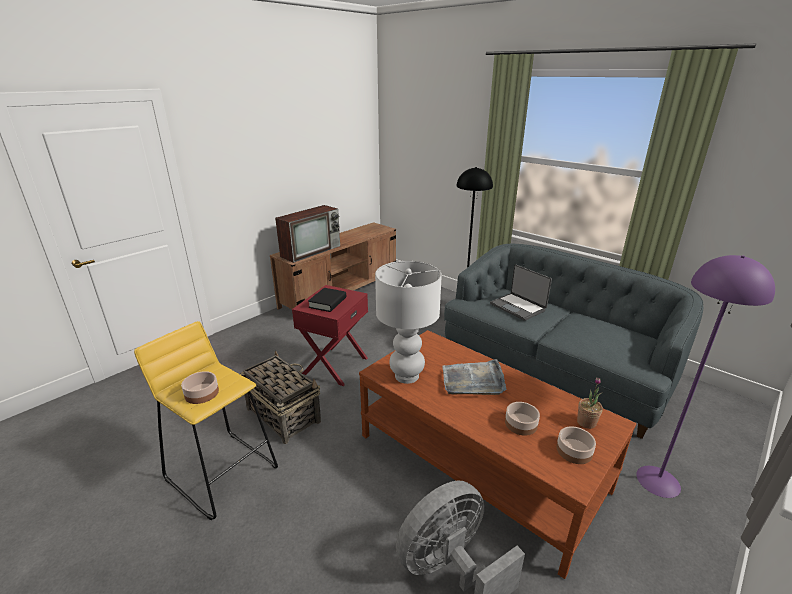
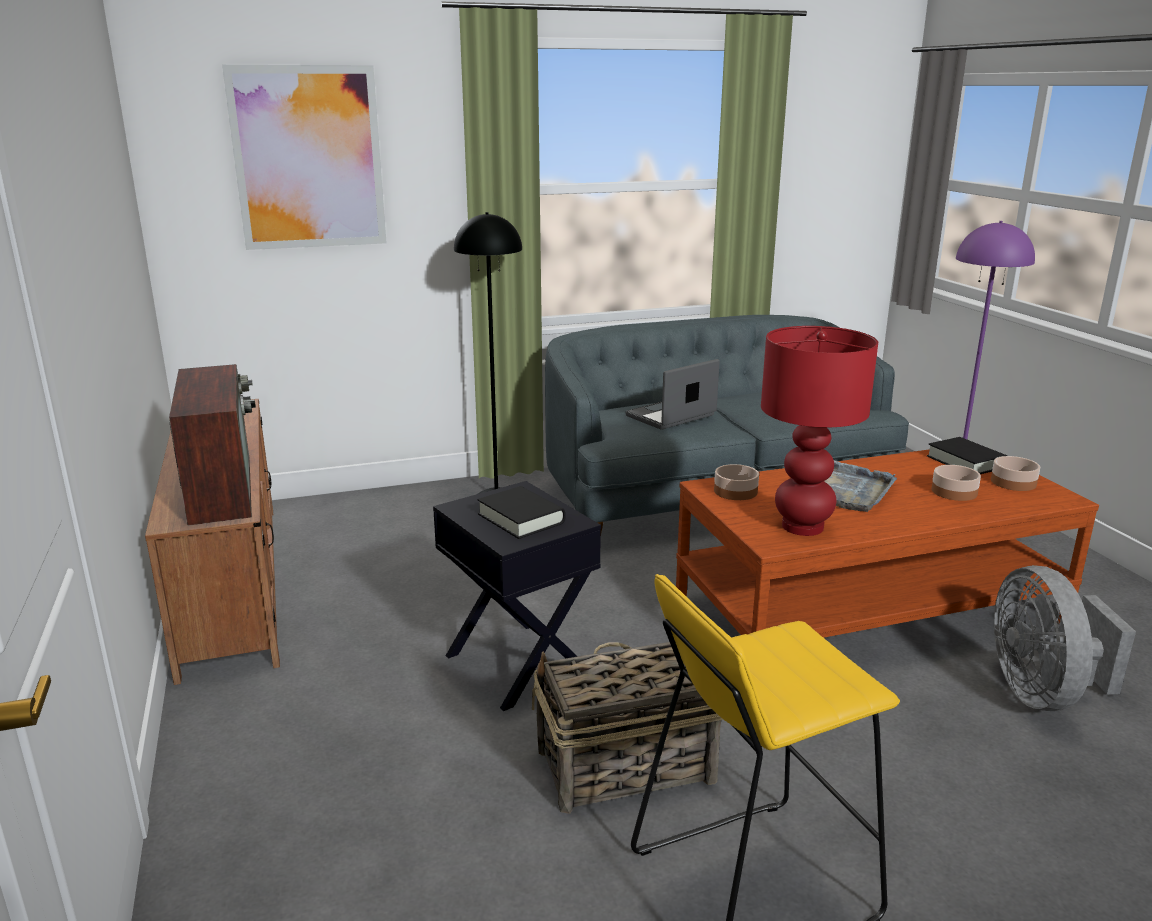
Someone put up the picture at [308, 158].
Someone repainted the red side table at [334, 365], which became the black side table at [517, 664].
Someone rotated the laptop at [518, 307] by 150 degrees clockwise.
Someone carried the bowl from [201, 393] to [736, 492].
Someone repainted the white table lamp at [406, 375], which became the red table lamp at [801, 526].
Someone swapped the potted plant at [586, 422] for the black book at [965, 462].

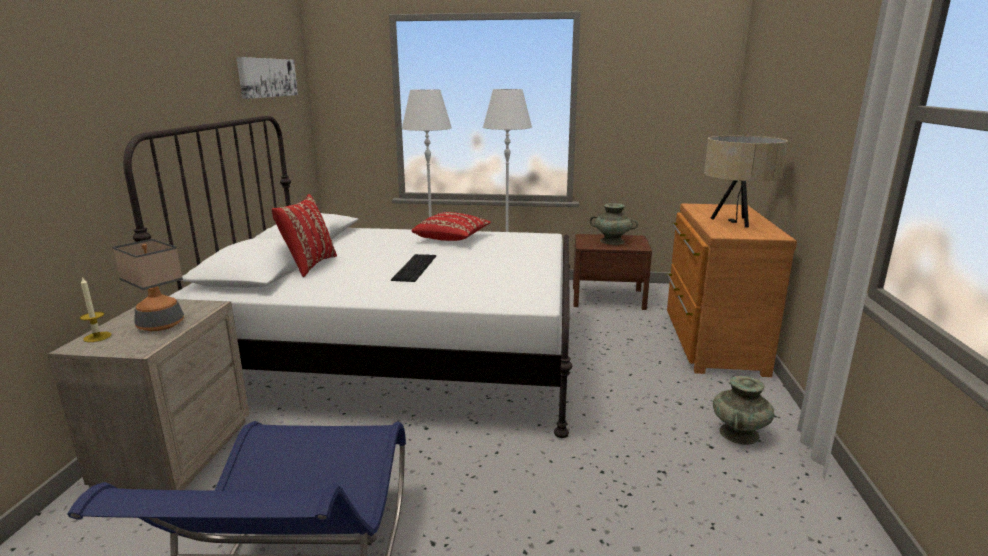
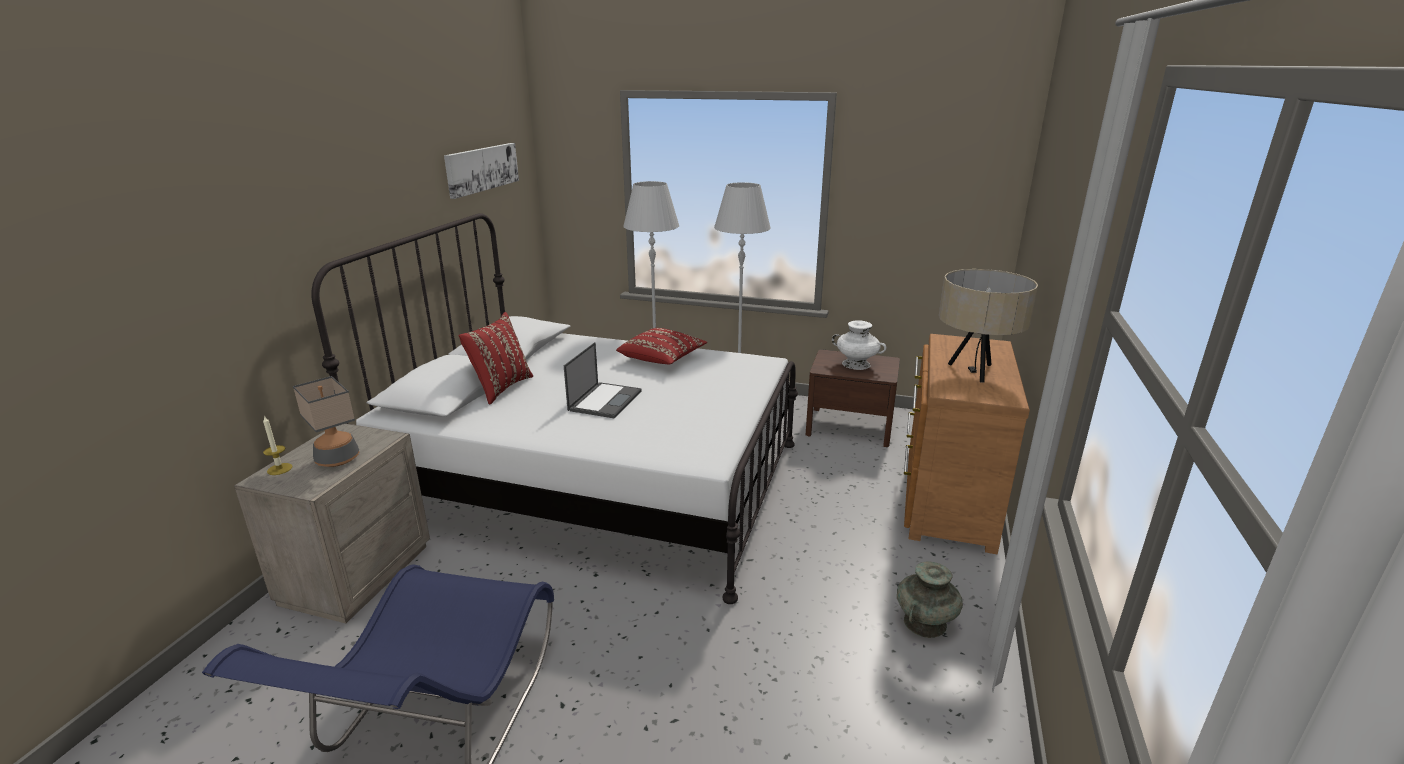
Someone swapped the keyboard at [414, 267] for the laptop at [605, 400].
Someone repainted the turquoise vase at [612, 241], which became the white vase at [856, 364].

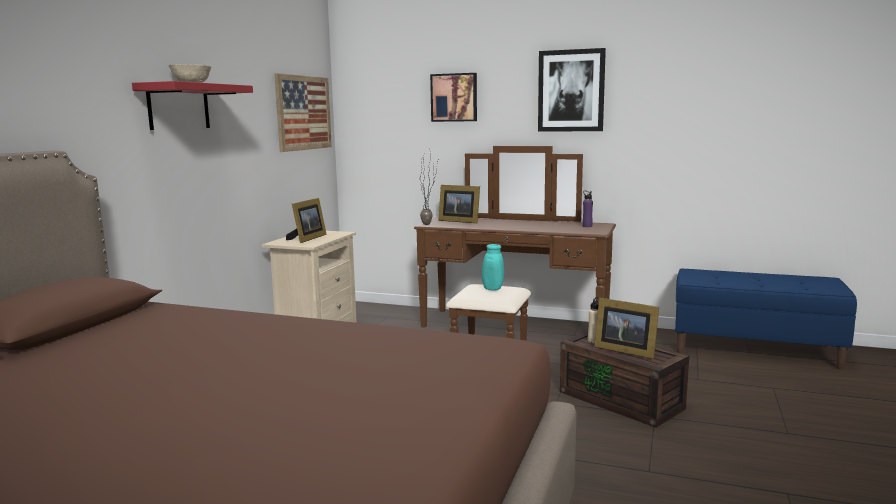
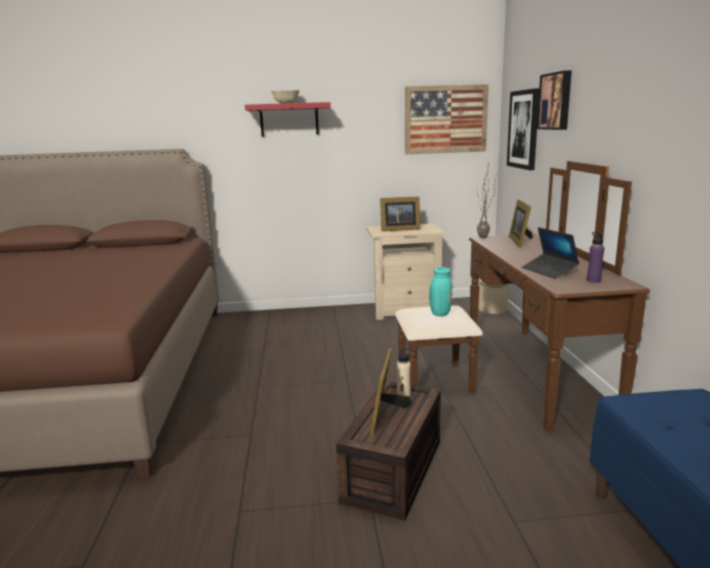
Someone put down the beige planter at [492, 309].
Someone carried the picture from [571, 91] to [524, 129].
Someone put down the laptop at [549, 271].

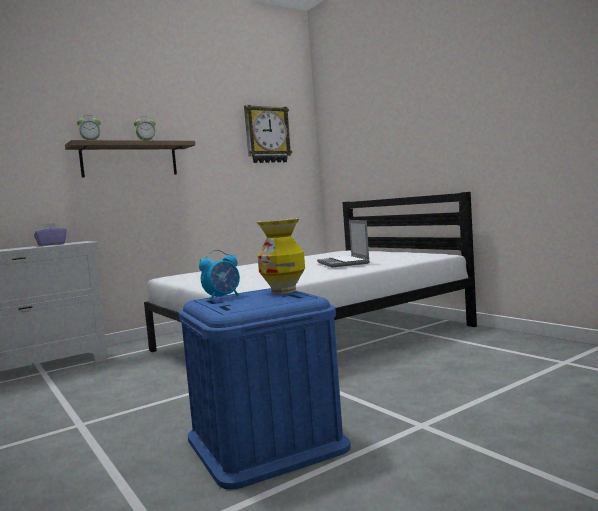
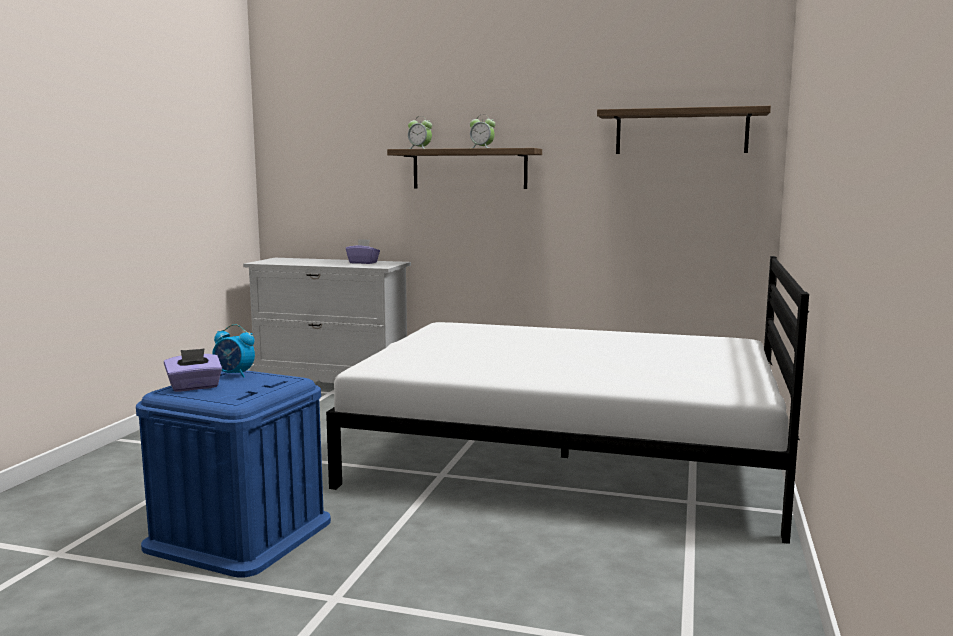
Someone put down the purple tissue box at [194, 387].
Someone swapped the wall clock at [267, 135] for the shelf at [681, 132].
Someone took away the vase at [284, 291].
Someone took away the laptop at [344, 263].

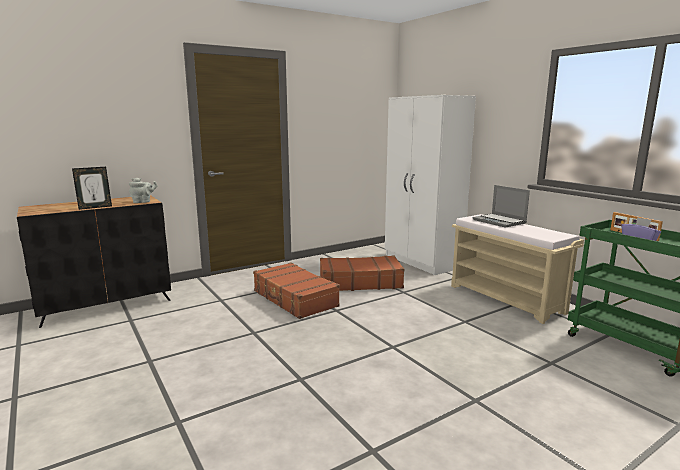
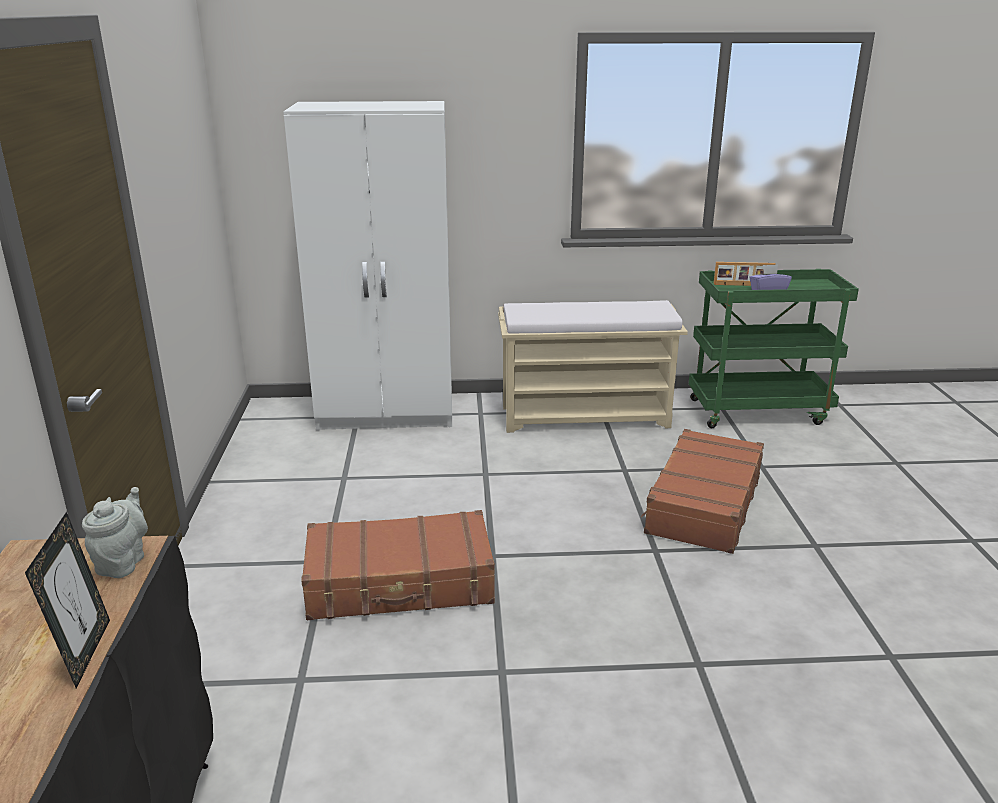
Someone carried the brown suitcase from [360, 282] to [702, 504].
Someone took away the laptop at [500, 221].

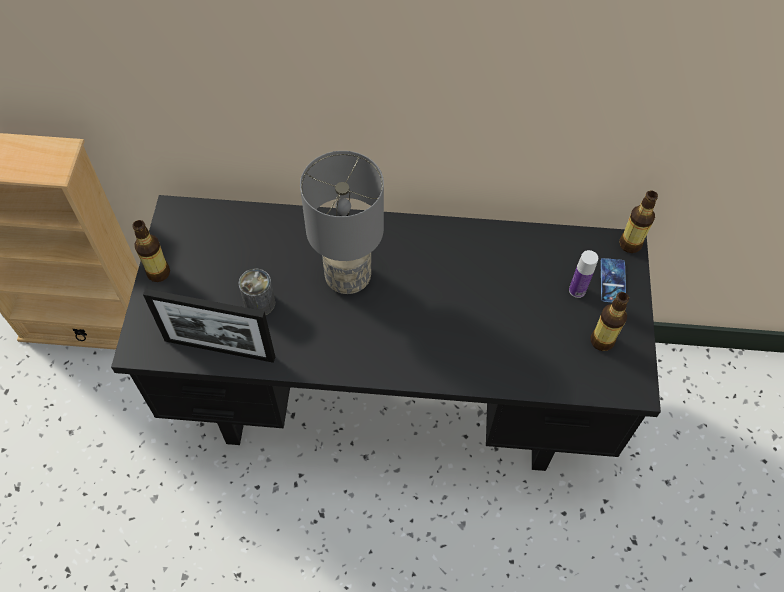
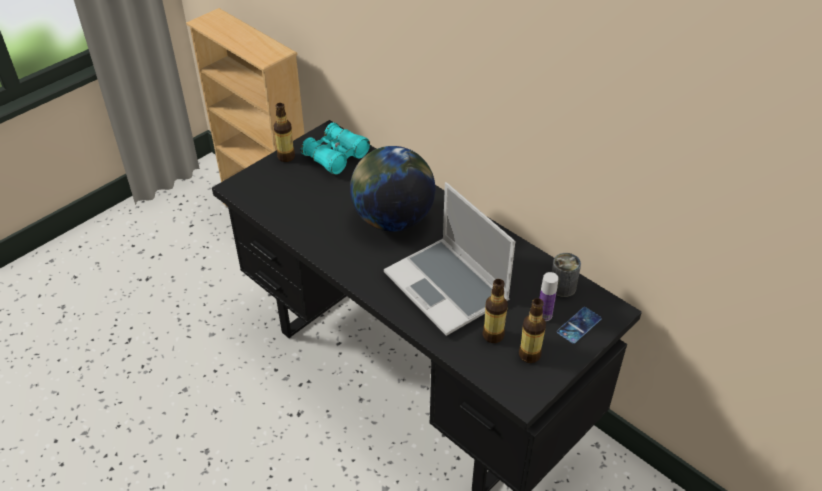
Someone put down the turquoise binoculars at [336, 156].
Someone swapped the grey table lamp at [347, 278] for the globe at [392, 219].
Someone put down the laptop at [448, 288].
Someone carried the bottle from [630, 244] to [493, 335].
Someone carried the can from [259, 303] to [562, 287].
Someone took away the picture frame at [219, 349].

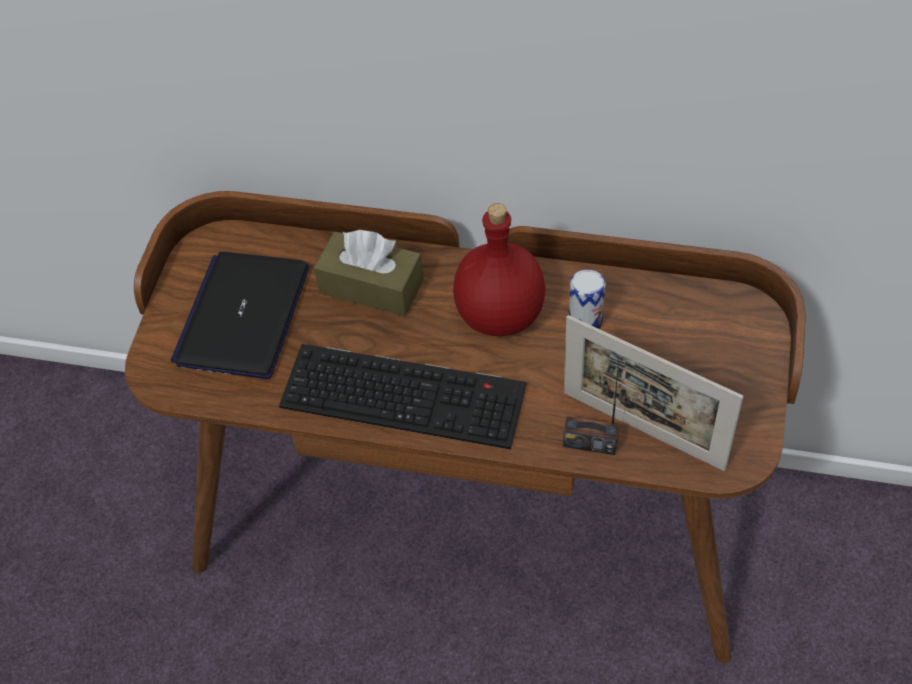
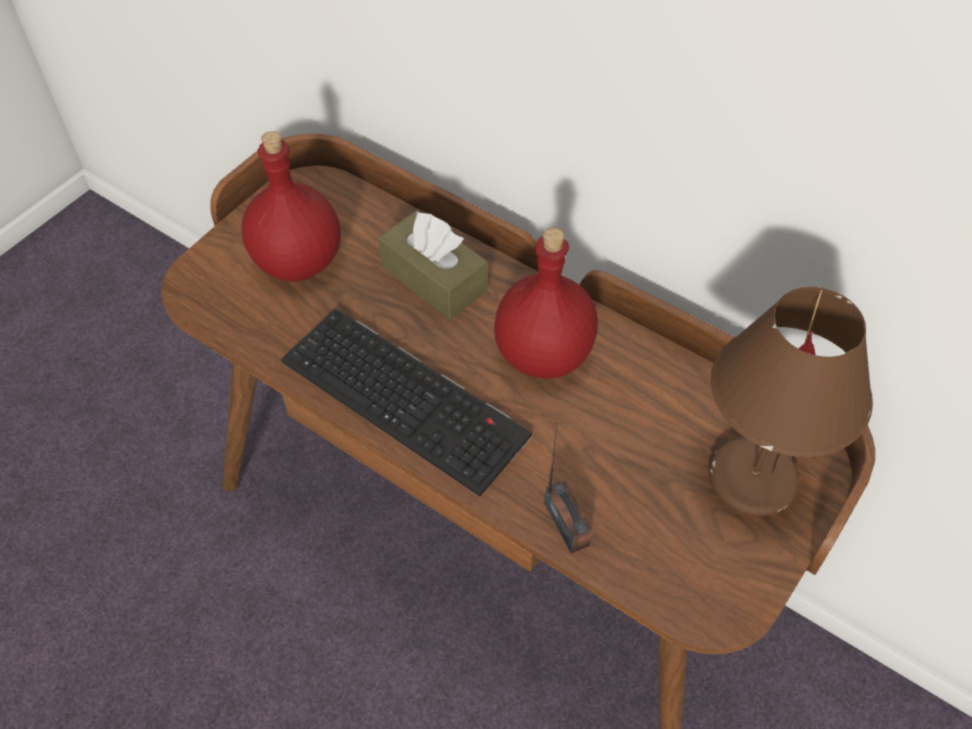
Someone swapped the laptop at [243, 316] for the red bottle at [300, 261].
Someone rotated the radio at [590, 443] by 150 degrees counterclockwise.
Someone put down the brown table lamp at [750, 477].
Someone took away the picture frame at [642, 430].
Someone took away the can at [585, 321].

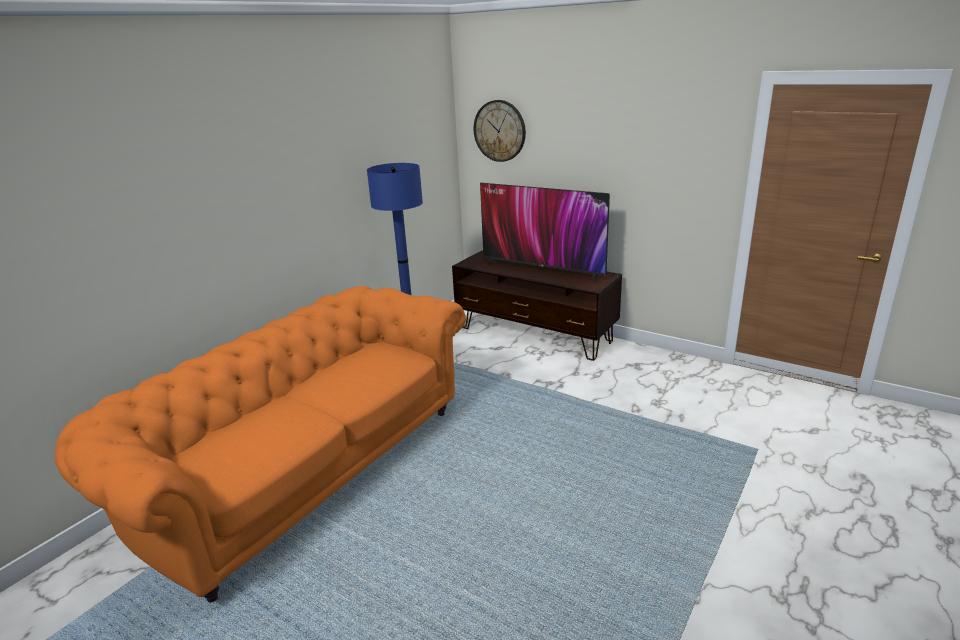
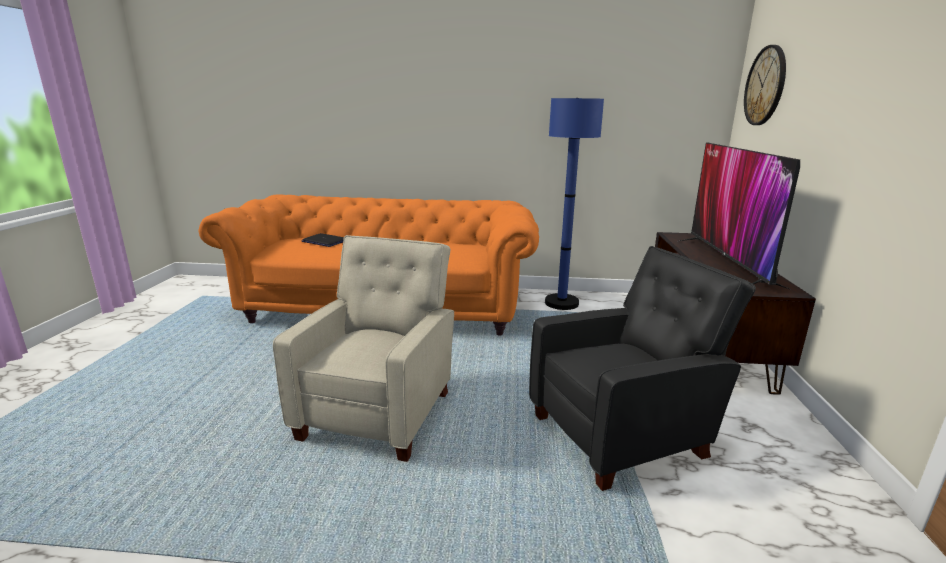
Someone put down the beige armchair at [380, 412].
Someone put down the laptop at [324, 241].
Someone put down the black armchair at [623, 434].

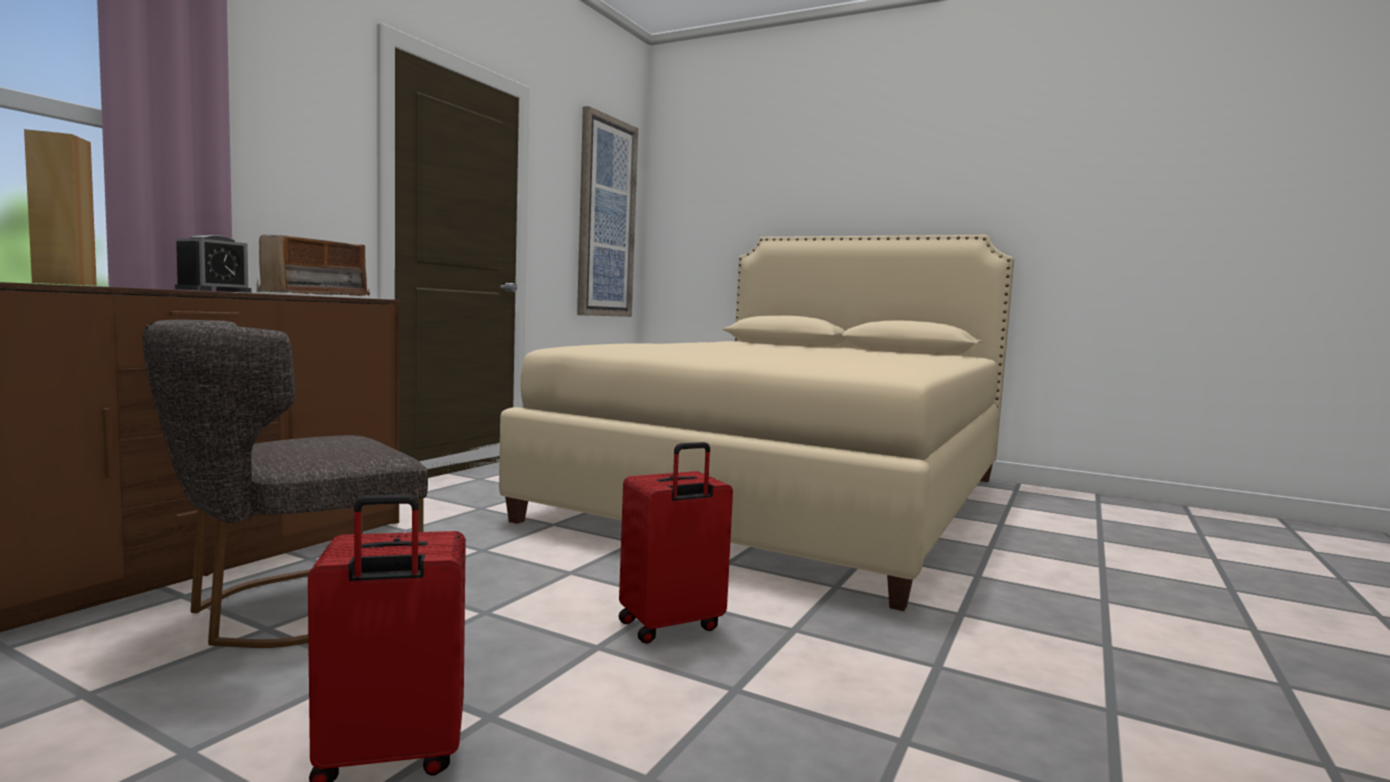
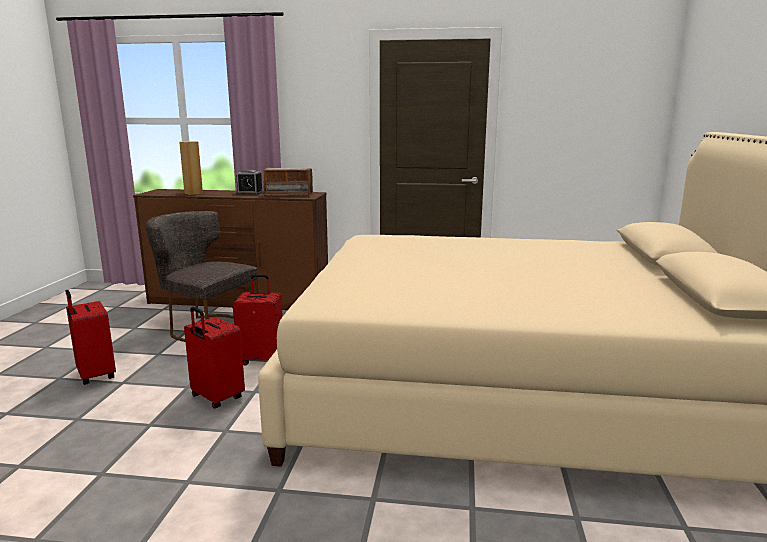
Someone put down the red suitcase at [262, 359].
Someone took away the picture at [606, 218].

